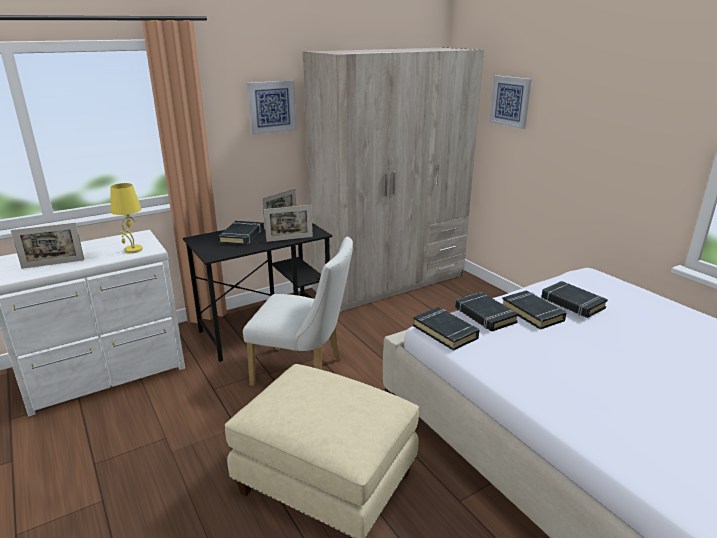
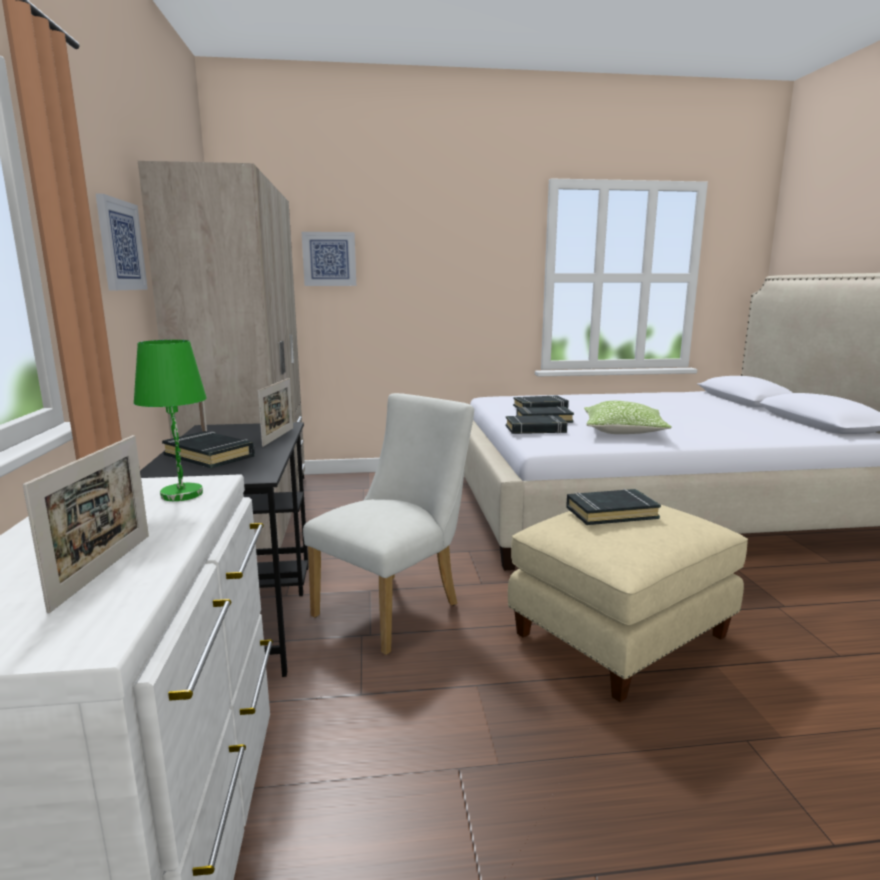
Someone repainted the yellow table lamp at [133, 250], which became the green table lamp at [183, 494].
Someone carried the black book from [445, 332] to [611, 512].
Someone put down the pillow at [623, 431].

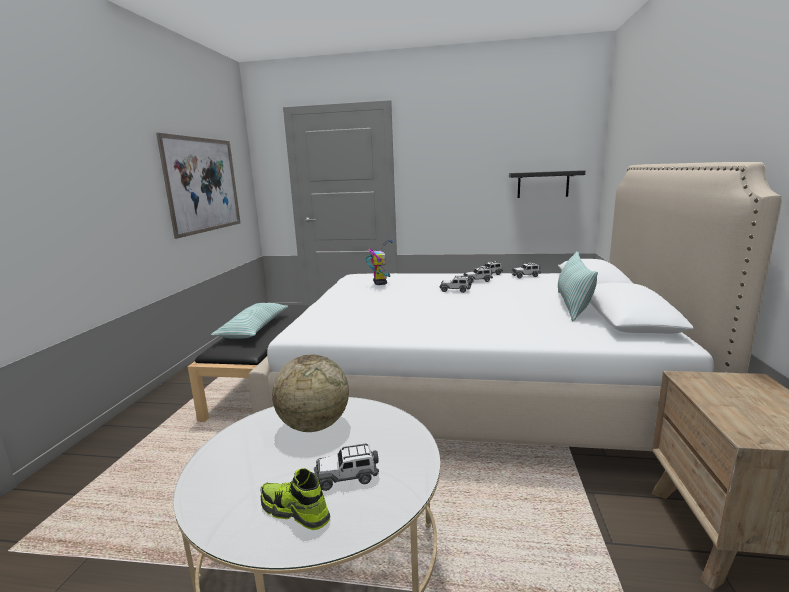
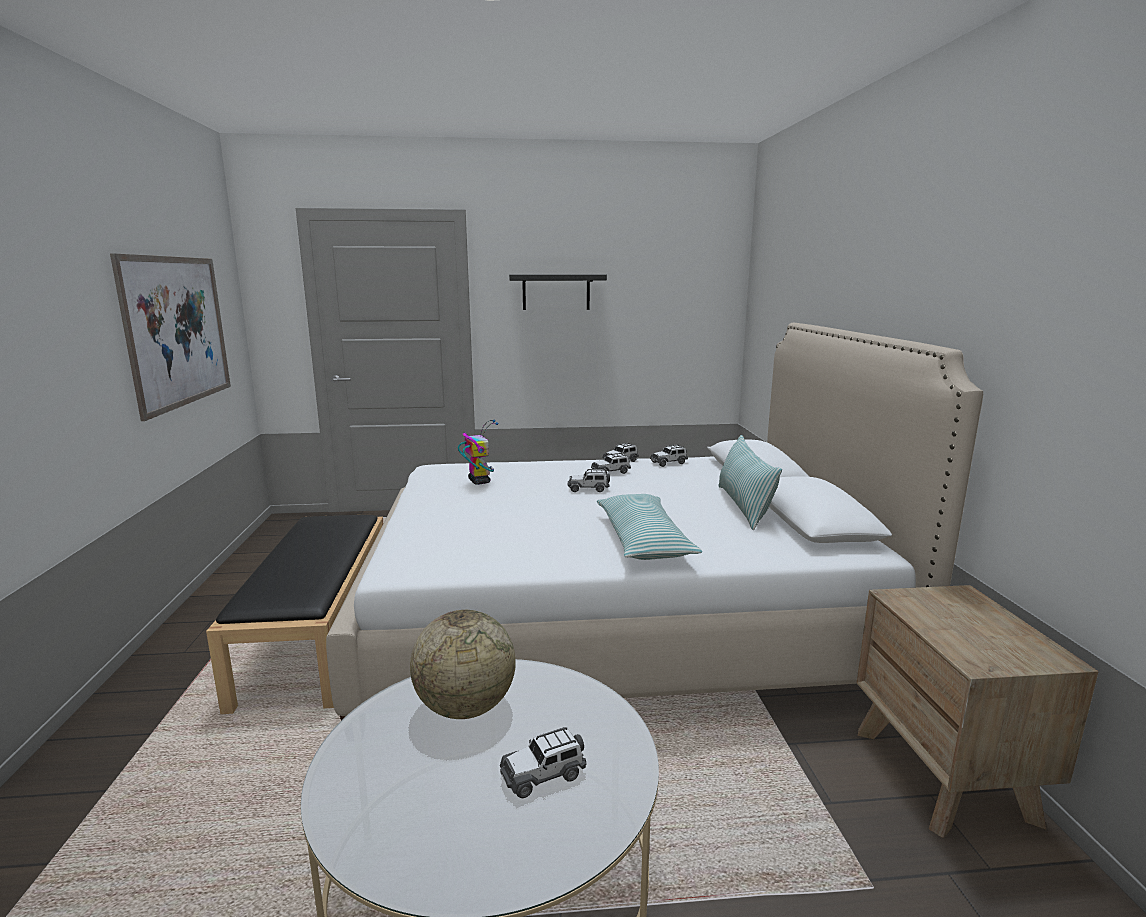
Someone carried the black shelf from [543, 184] to [556, 292].
Someone carried the pillow from [254, 329] to [643, 540].
Someone took away the shoe at [295, 512].

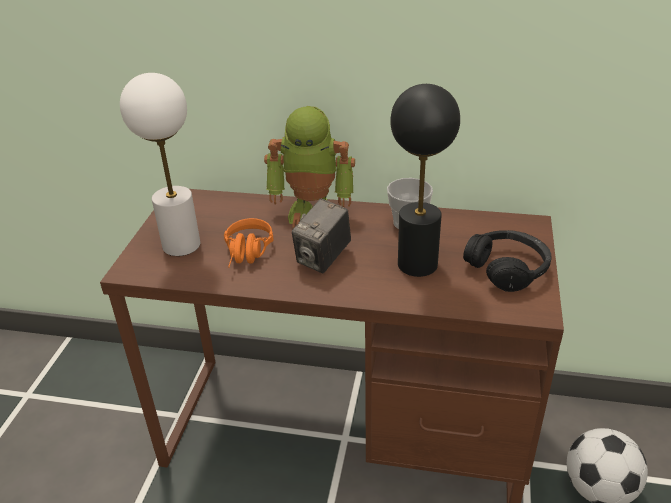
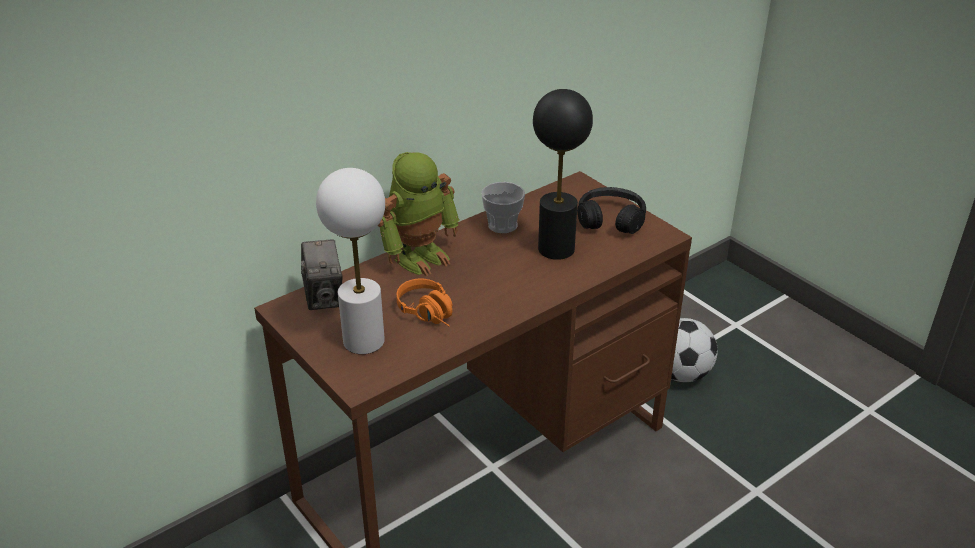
Someone carried the photo camera from [323, 259] to [324, 297].

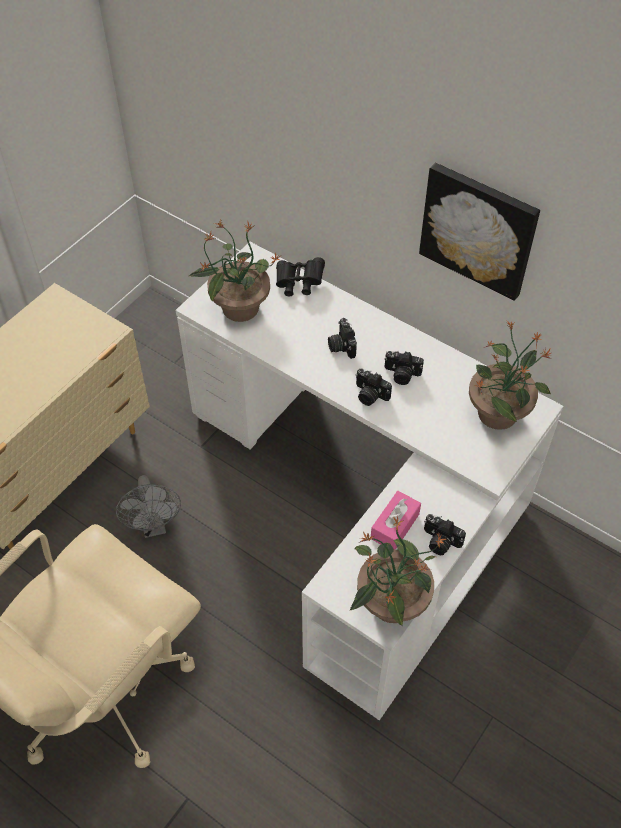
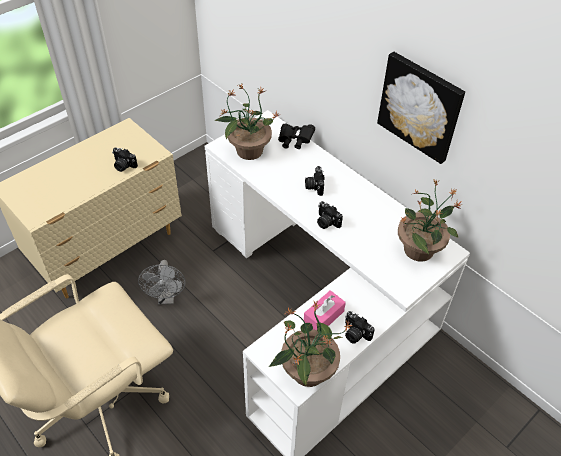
Someone carried the photo camera from [401, 375] to [123, 166].

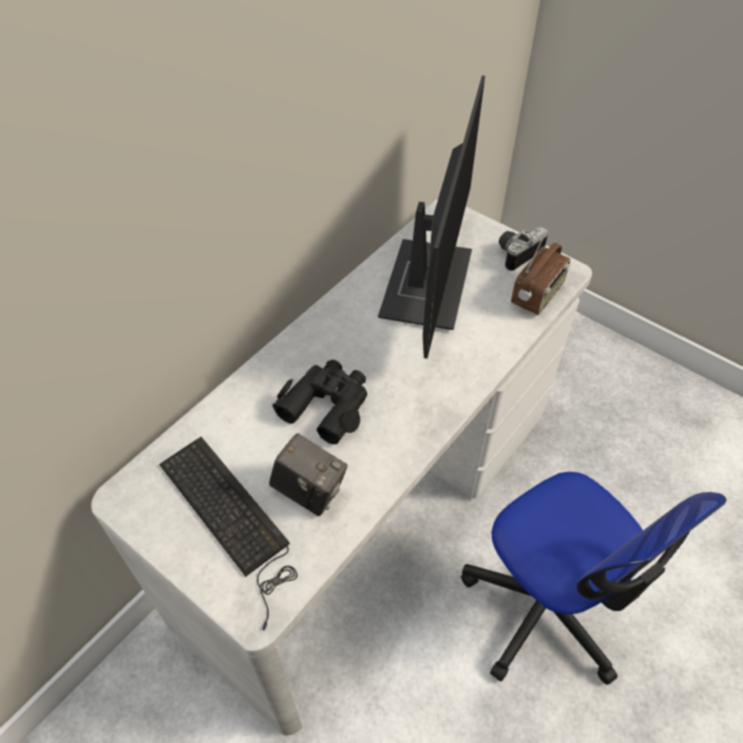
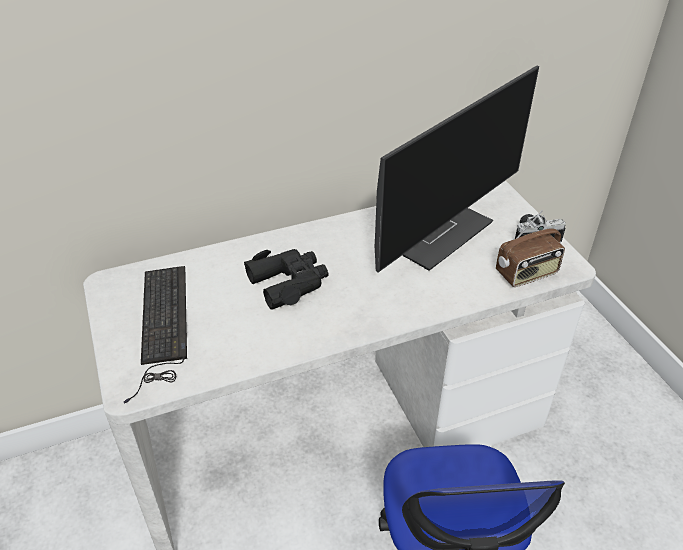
Someone took away the photo camera at [309, 491].

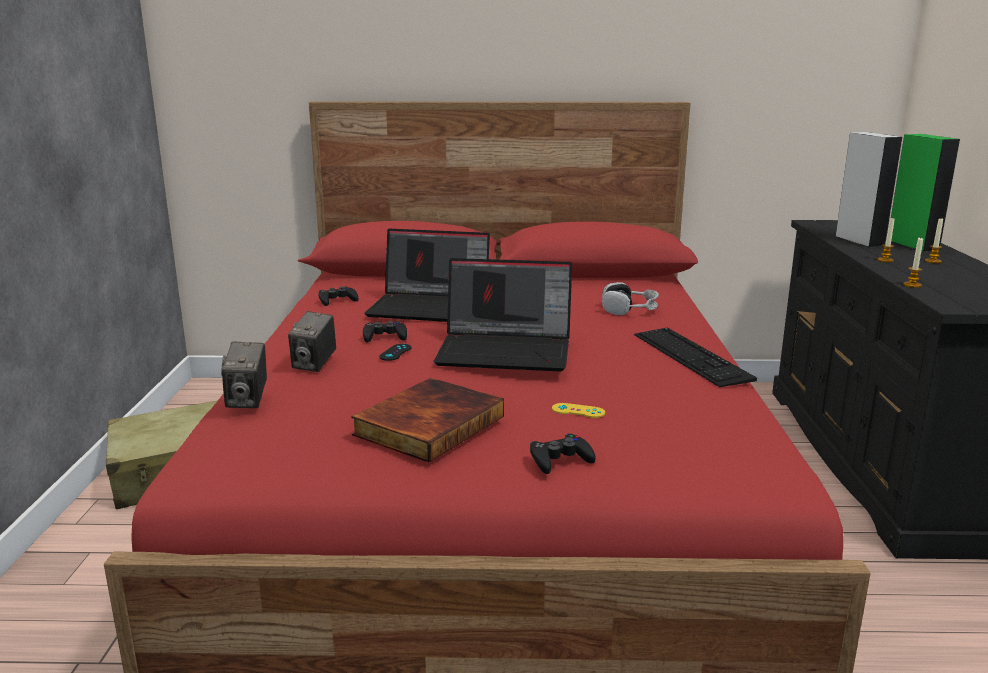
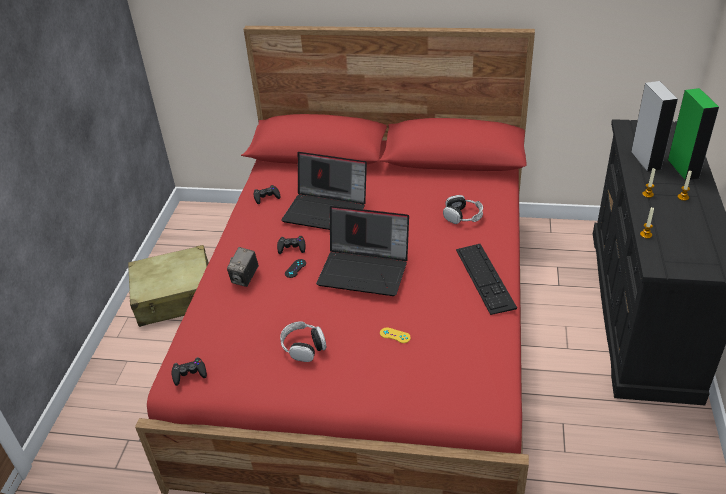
Someone carried the black game controller from [560, 459] to [189, 374].
Someone swapped the book at [428, 424] for the headphones at [303, 347].
Someone took away the photo camera at [247, 400].

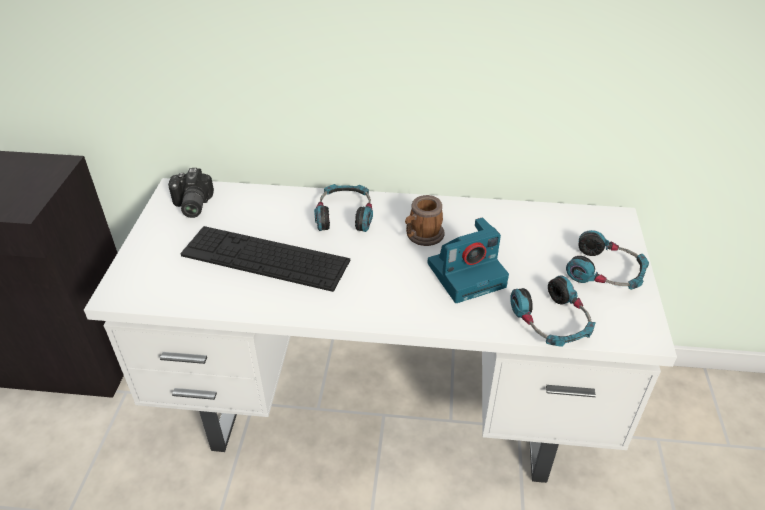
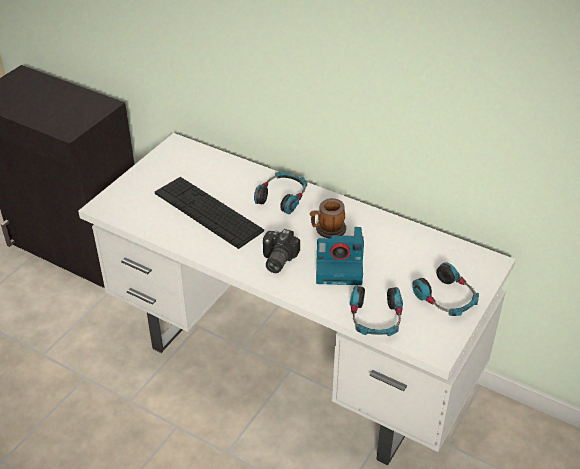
Someone carried the photo camera from [191, 205] to [276, 260].

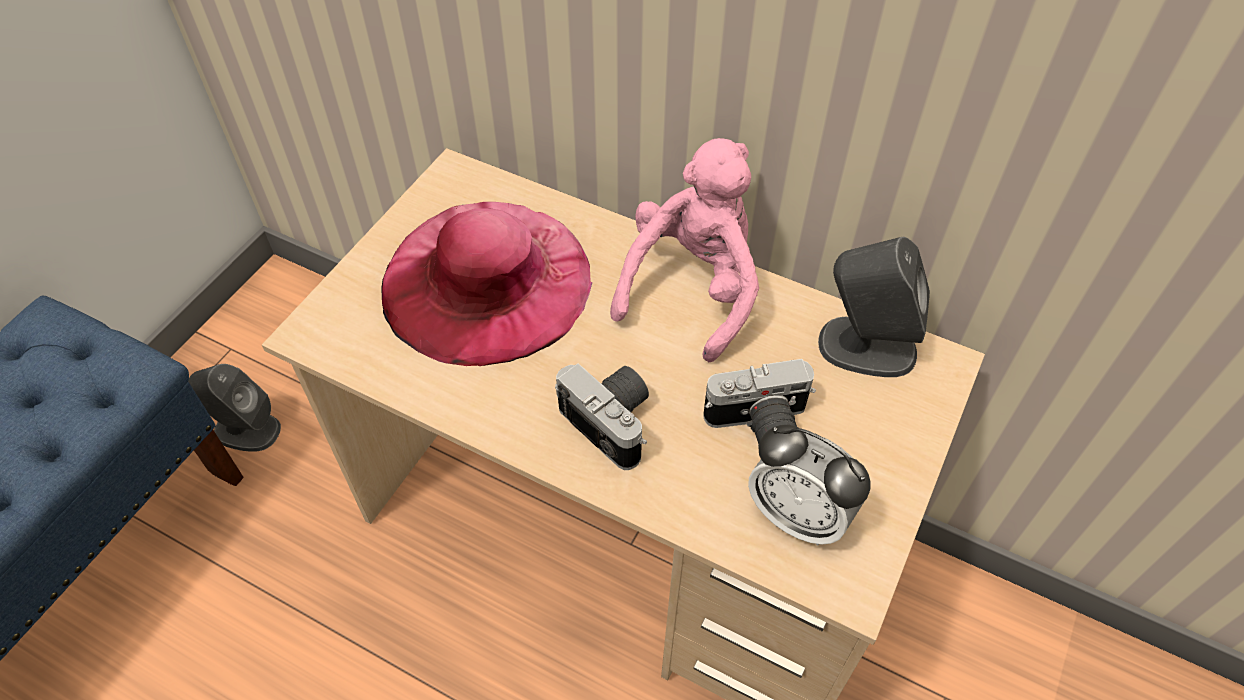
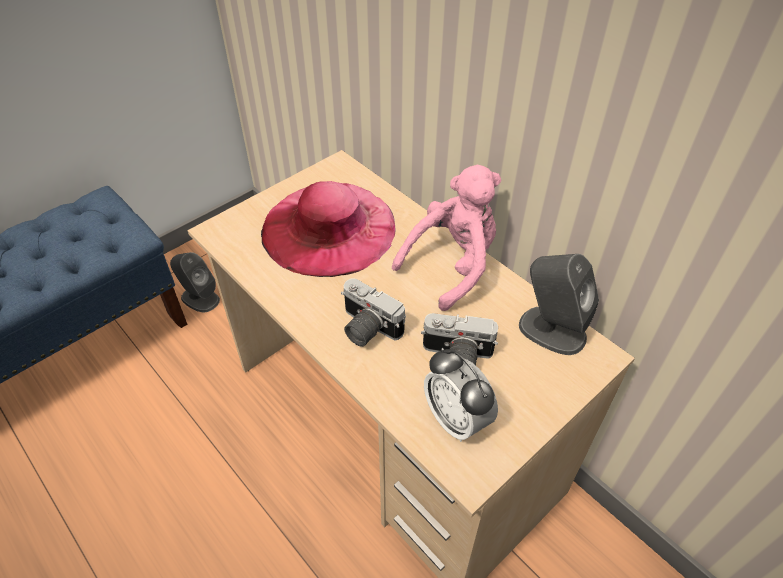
Someone rotated the photo camera at [614, 421] by 150 degrees clockwise.

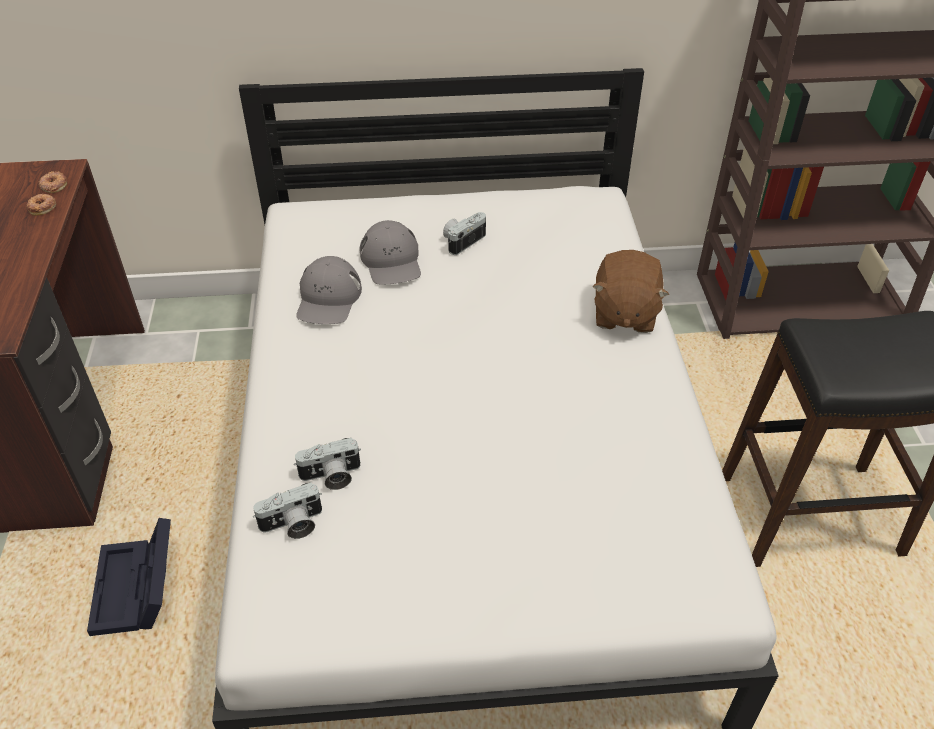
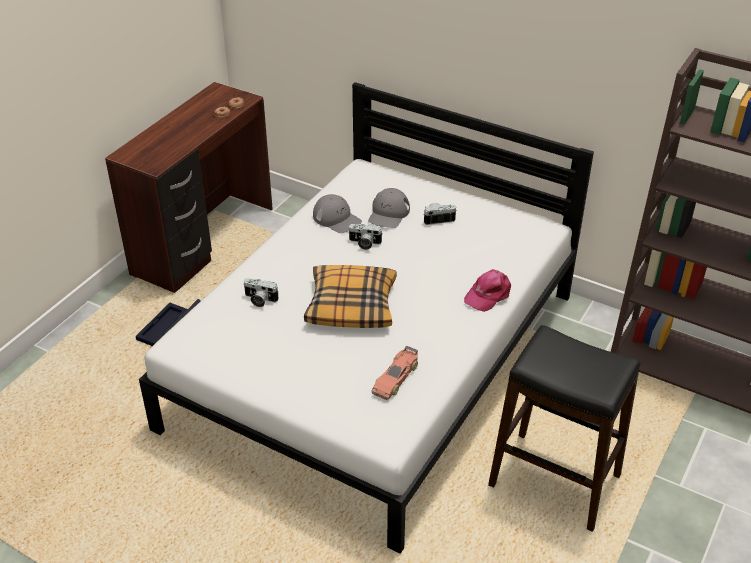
Someone put down the pillow at [351, 305].
Someone rotated the grey cap at [328, 298] by 90 degrees counterclockwise.
Someone carried the photo camera from [293, 525] to [364, 243].
Someone put down the toy car at [396, 378].
Someone swapped the brown plush toy at [624, 313] for the pink cap at [488, 294].

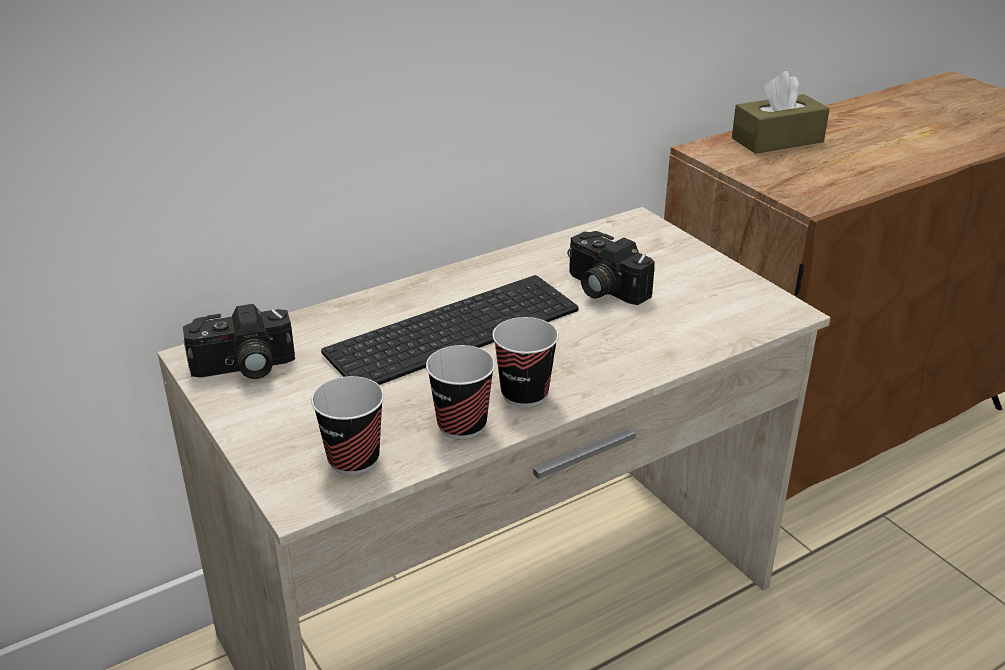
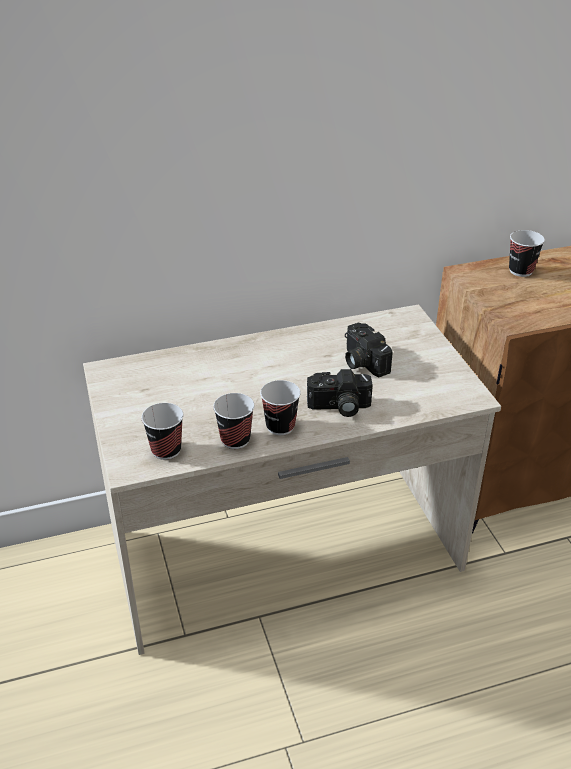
Someone carried the photo camera from [243, 368] to [339, 407].
Someone swapped the brown tissue box at [777, 140] for the cup at [521, 271].
Someone took away the keyboard at [453, 328].

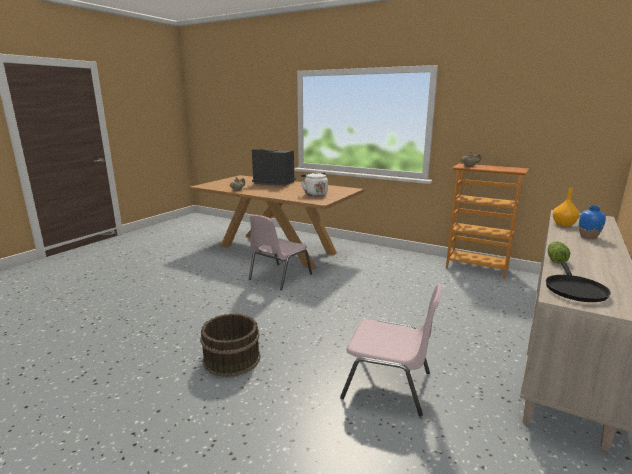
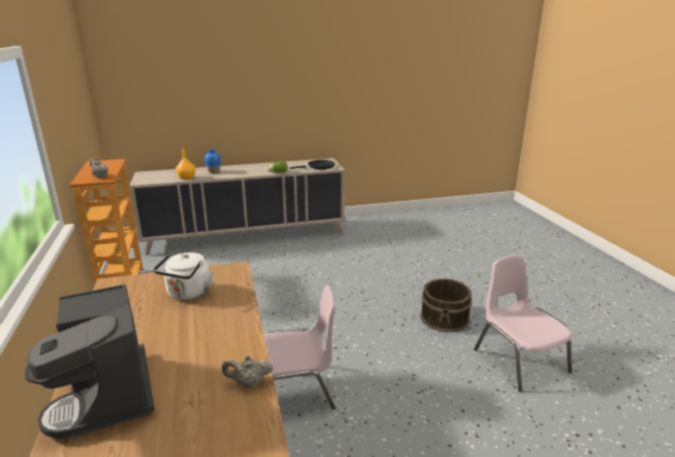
Someone carried the pink chair from [388, 385] to [519, 360].

